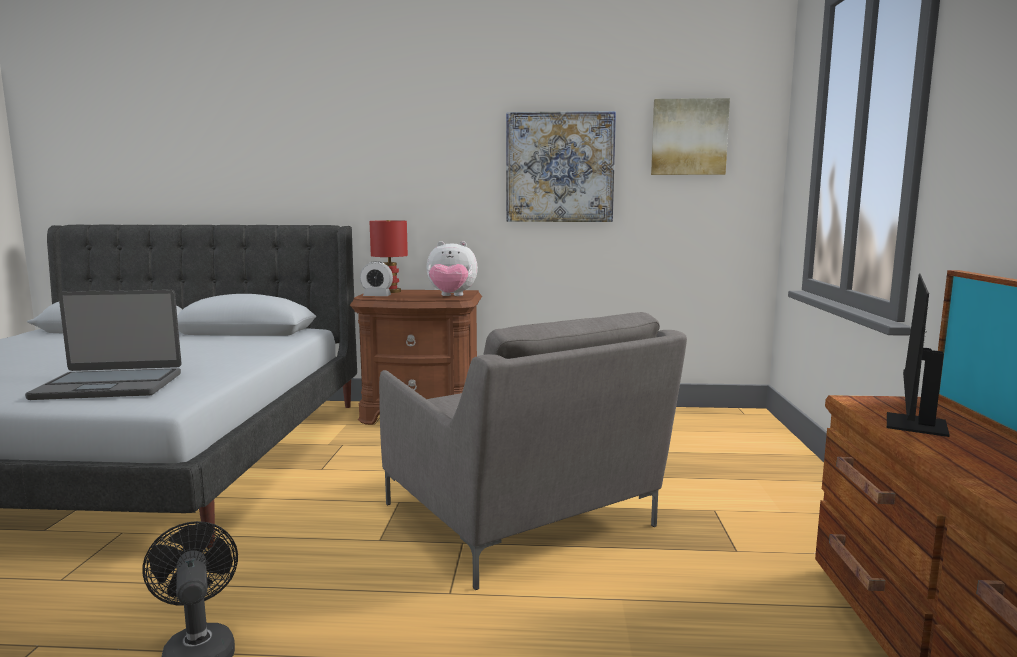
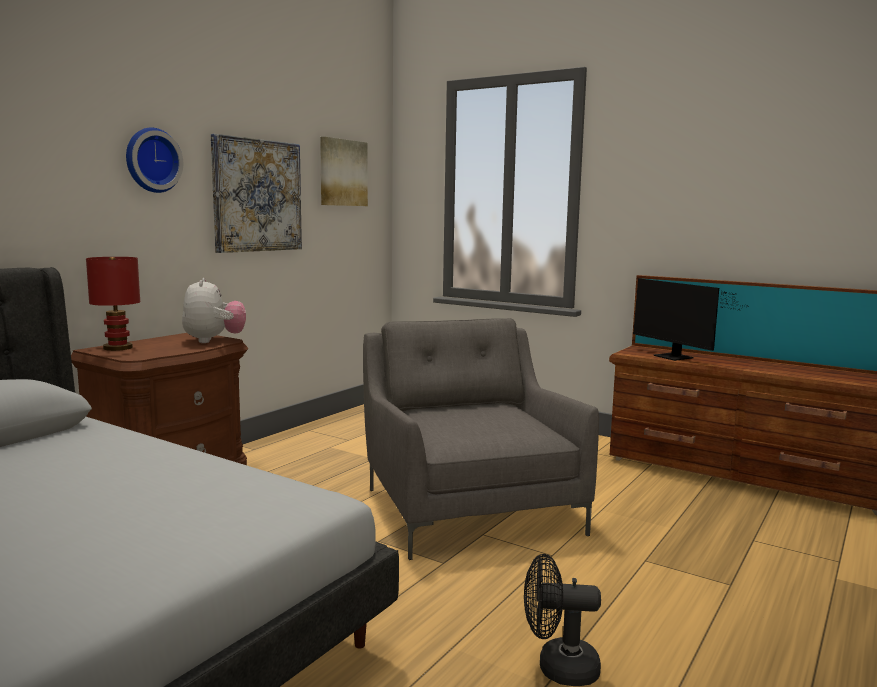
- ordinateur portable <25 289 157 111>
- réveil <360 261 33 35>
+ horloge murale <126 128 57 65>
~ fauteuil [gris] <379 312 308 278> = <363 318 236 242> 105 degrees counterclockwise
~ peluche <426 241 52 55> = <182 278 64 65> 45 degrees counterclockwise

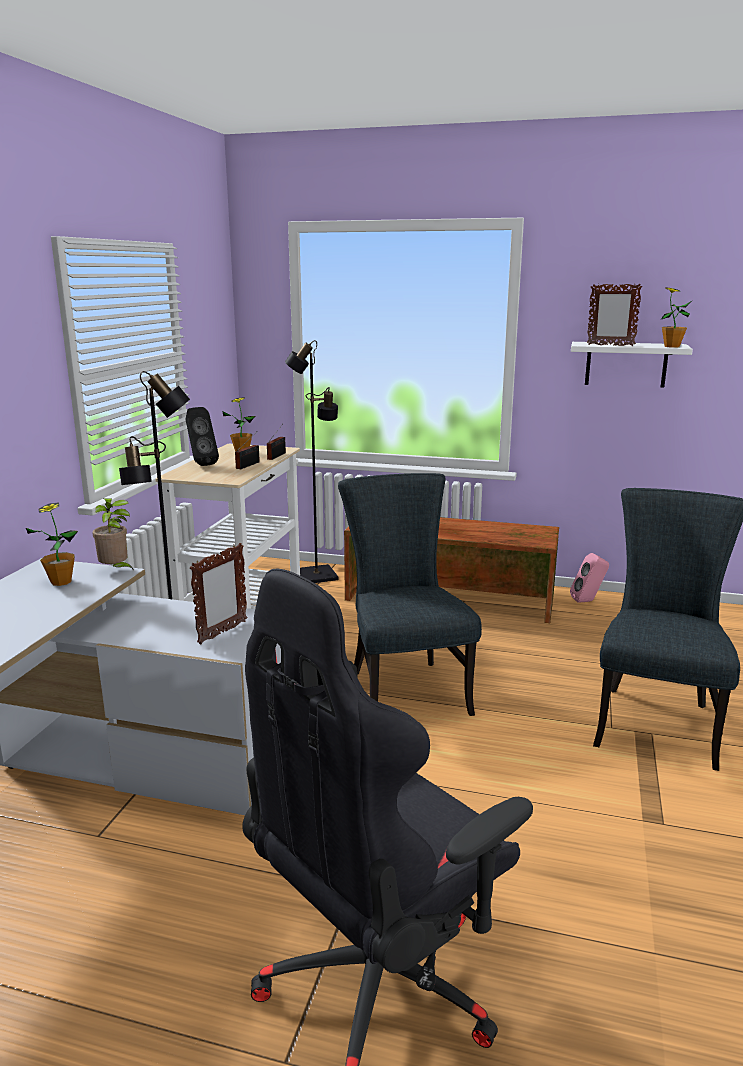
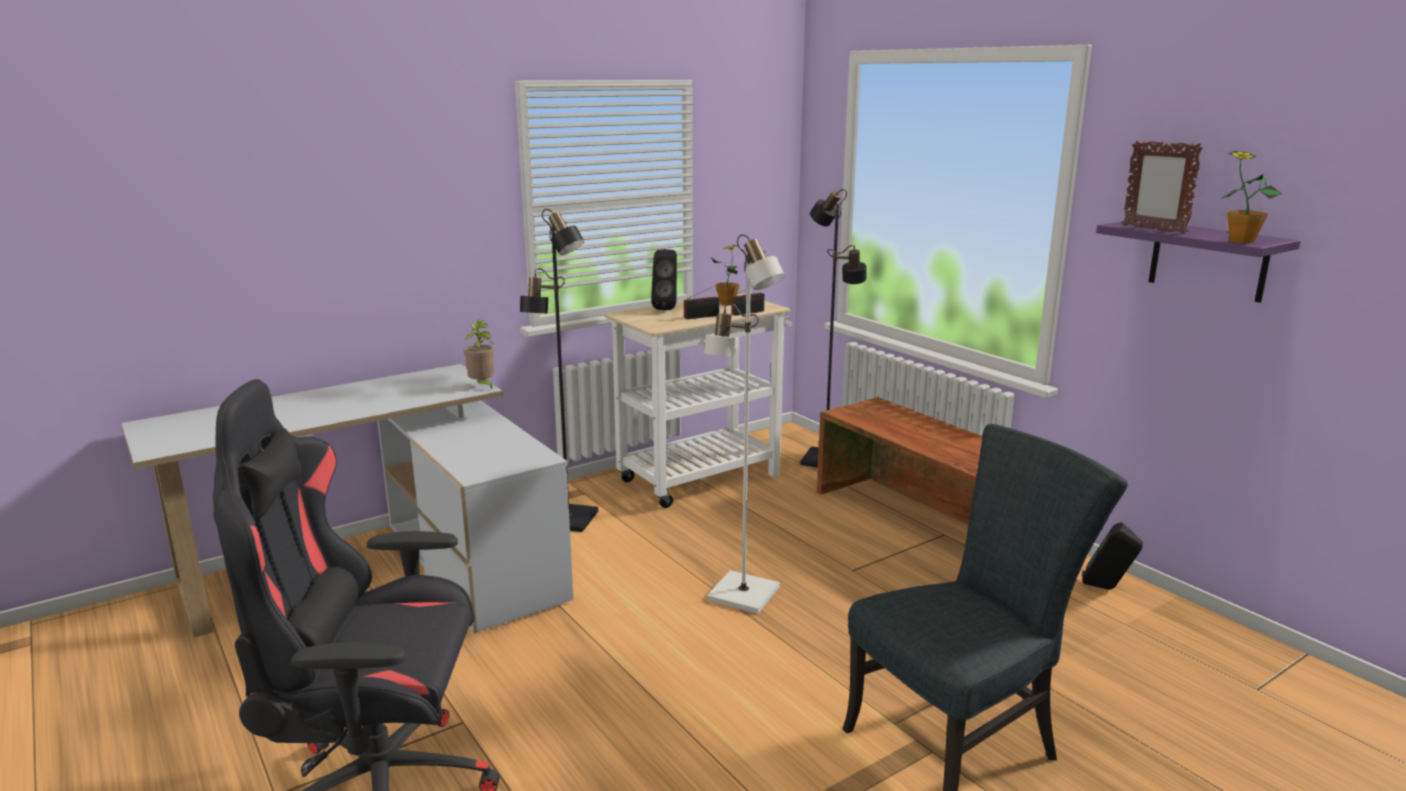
- plante en pot <26 502 52 84>
- cadre photo <190 543 58 102>
~ chaise [gris] <338 473 144 243> to lampadaire [blanc] <704 234 81 380>
~ enceinte [rose] <570 553 39 50> to enceinte [noir] <1082 522 61 68>
~ étagère [blanc] <571 342 122 45> to étagère [violet] <1096 220 205 83>

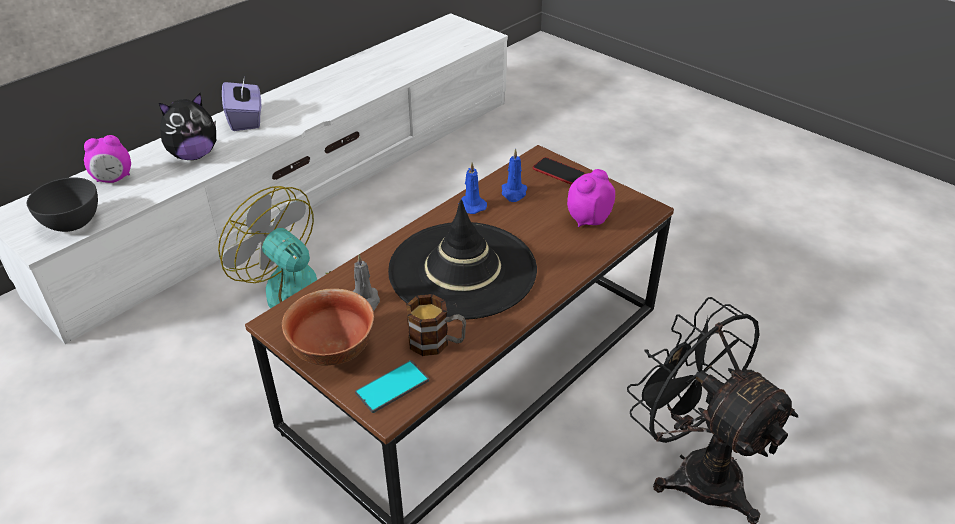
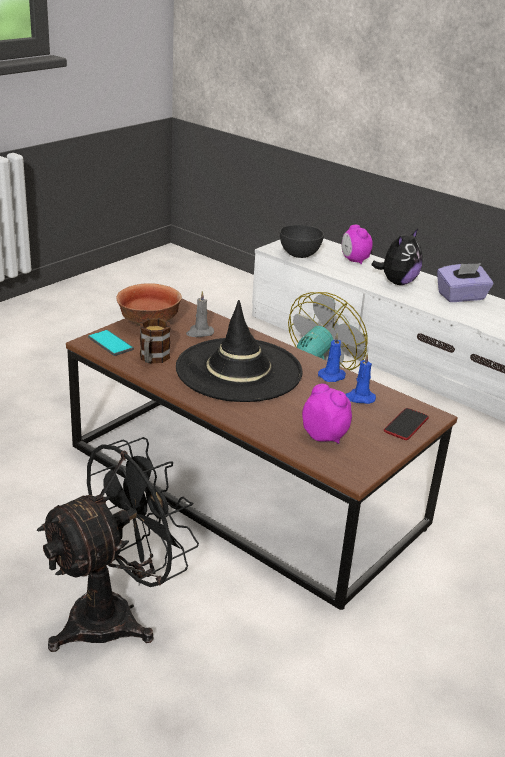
~ peluche <159 93 57 67> = <371 229 52 56> 105 degrees counterclockwise

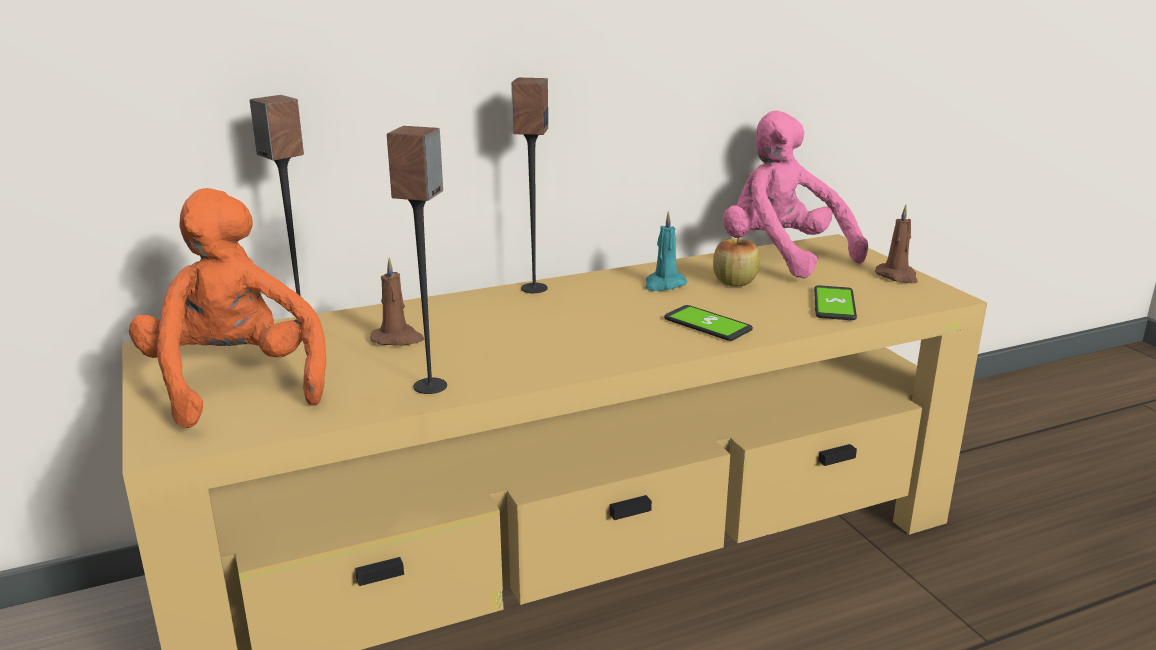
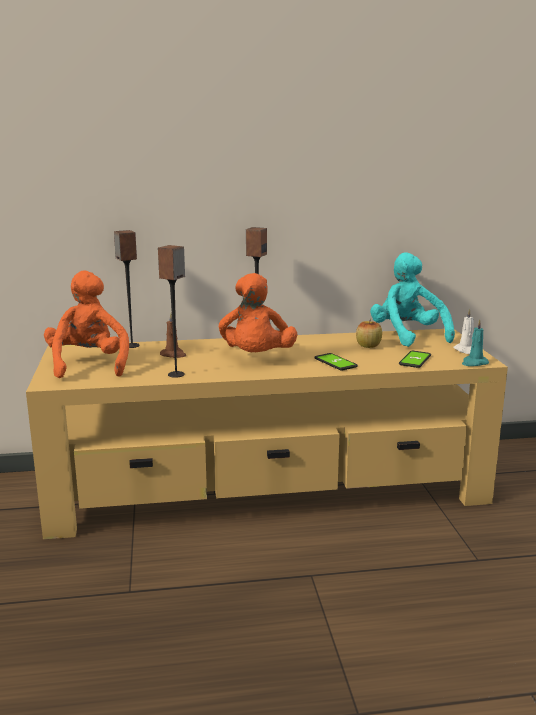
+ peluche [orange] <219 273 79 79>
~ bougie [turquoise] <645 212 42 79> to <462 319 27 47>
~ peluche [rose] <723 110 145 168> to peluche [turquoise] <370 252 85 95>
~ bougie [marron] <875 205 43 78> to bougie [blanc] <454 309 20 45>

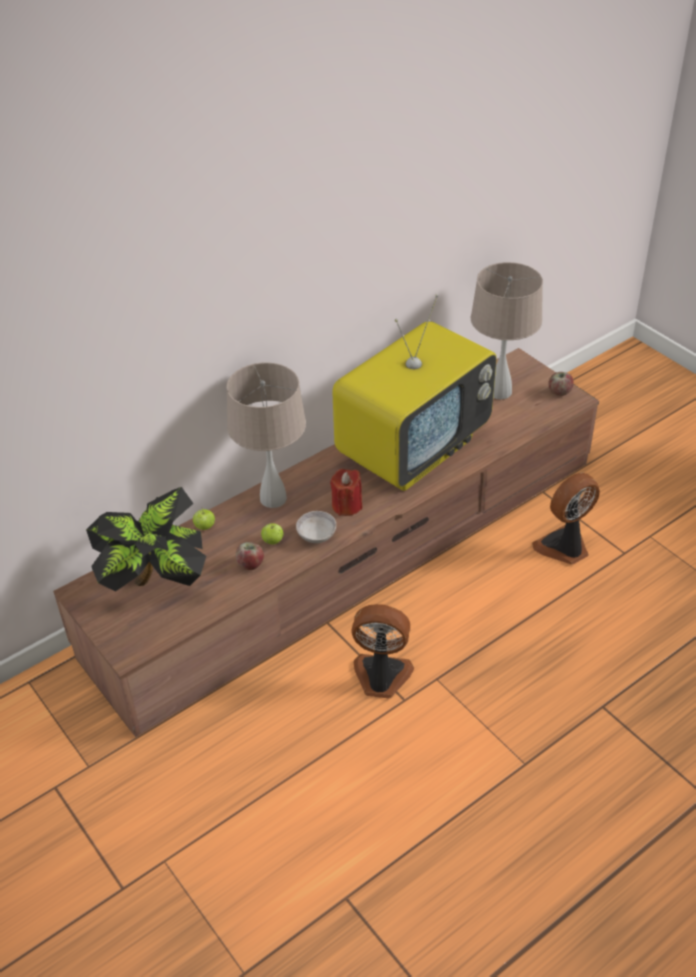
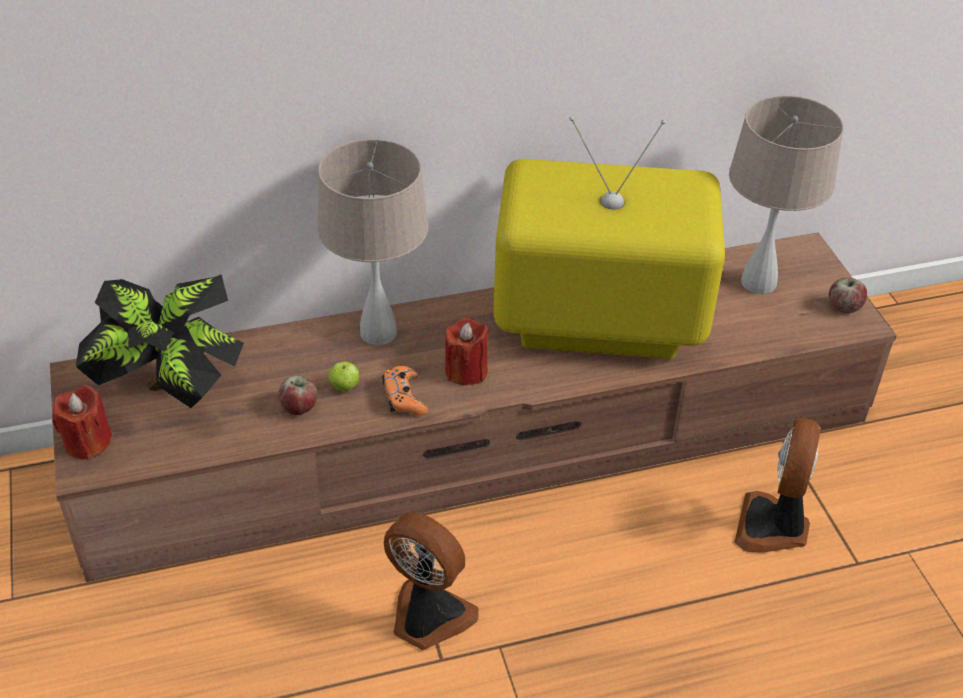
- pomme <193 509 22 21>
+ bougie [rouge] <52 385 60 75>
~ bol [gris] <296 511 40 32> to manette [orange] <382 366 46 49>
~ téléviseur <332 294 165 197> = <493 116 232 243> 150 degrees counterclockwise
~ ventilateur <532 473 68 92> = <735 418 86 135> 60 degrees counterclockwise

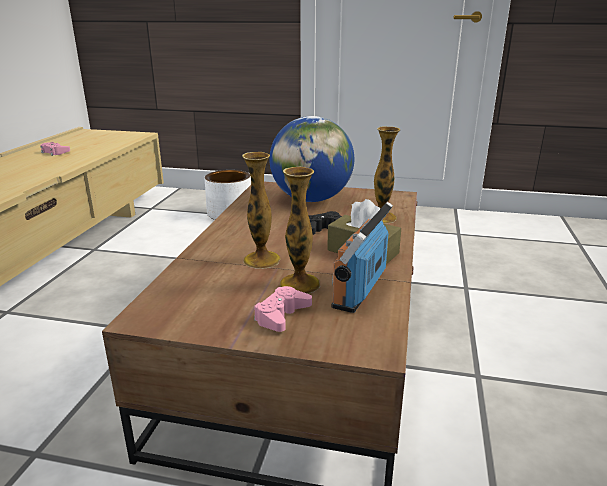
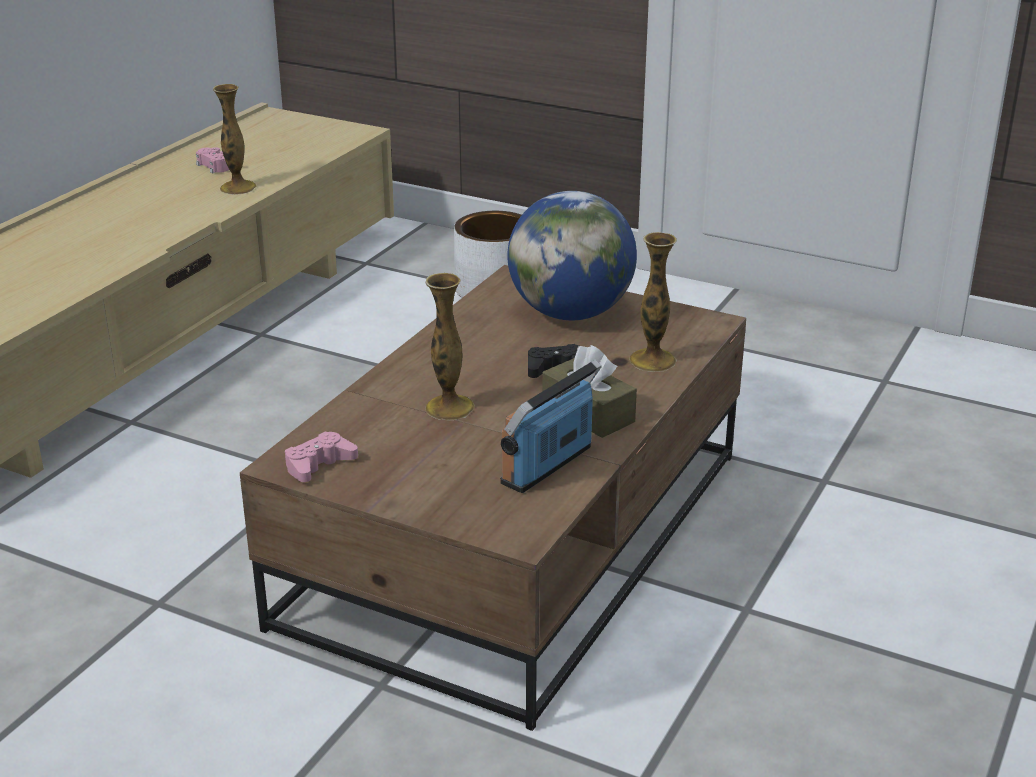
~ manette [rose] <254 286 58 46> to <285 431 73 51>
~ vase <280 167 40 127> to <213 84 43 111>

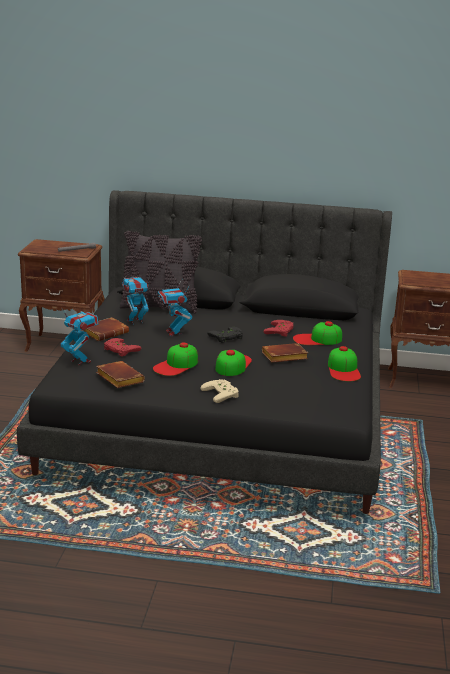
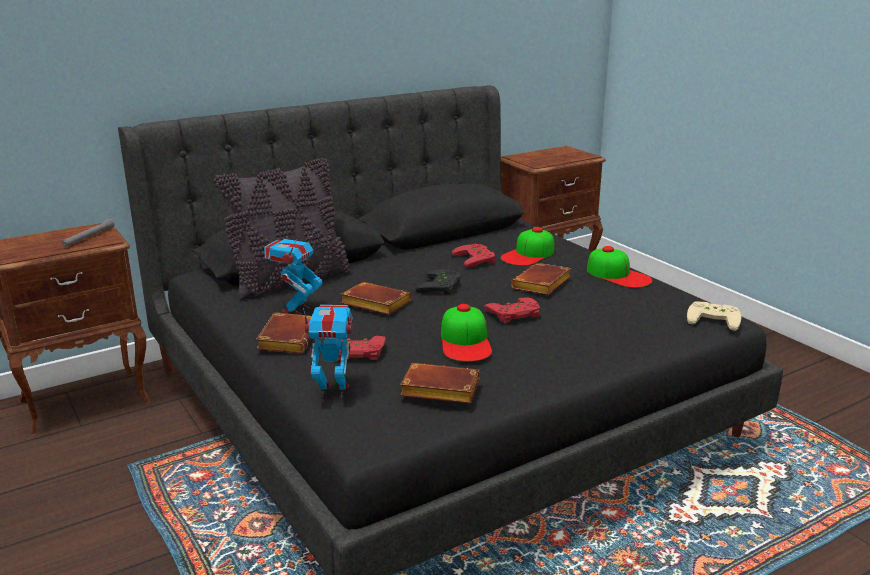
~ manette [beige] <200 379 39 24> to <687 302 54 29>
~ robot jouet <158 278 34 58> to livre [marron] <340 282 72 33>
~ casquette <215 350 37 26> to manette [rouge] <484 297 56 26>

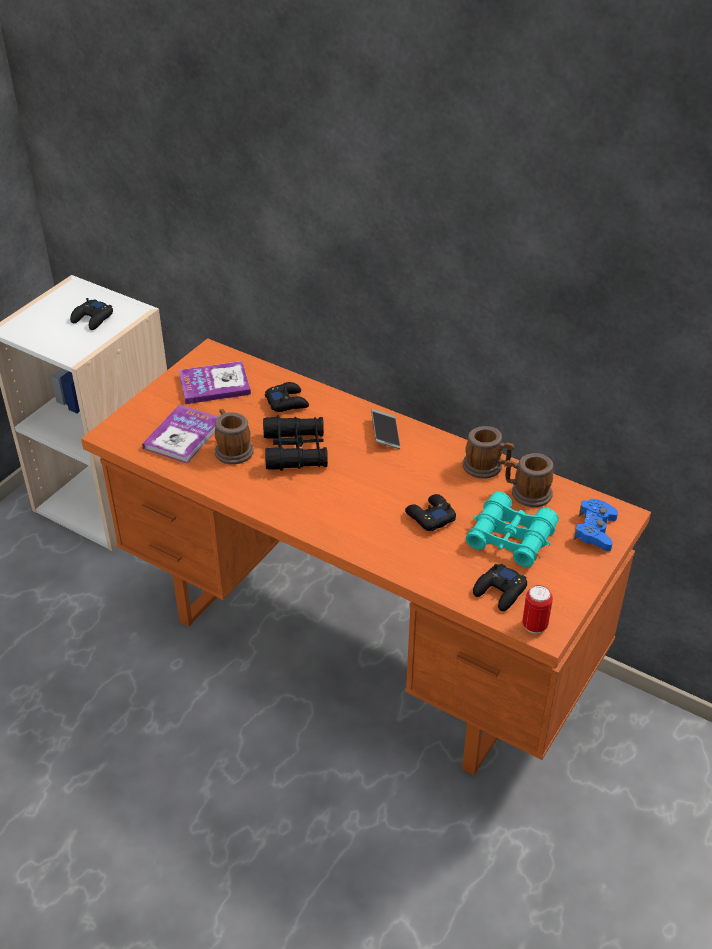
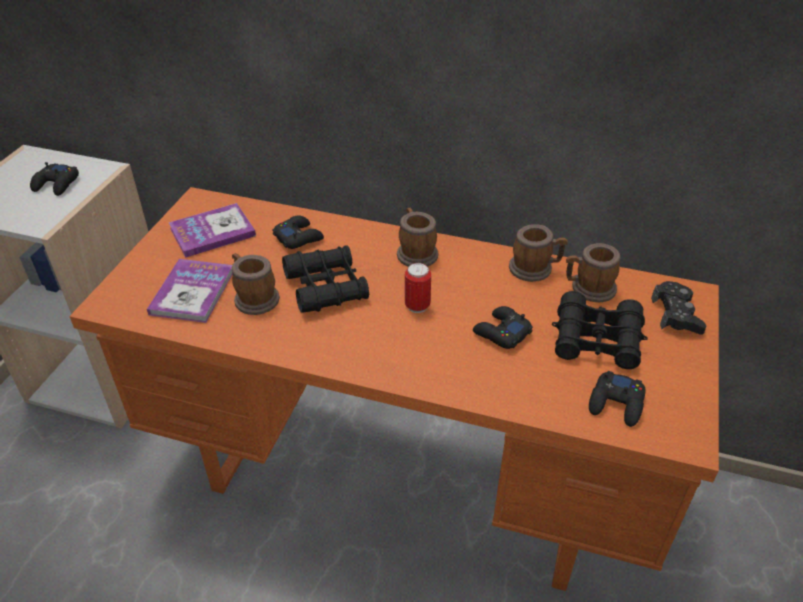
~ boîte métallique <522 585 31 49> to <405 263 26 50>
~ téléphone <371 409 29 40> to mug <397 208 41 59>
~ jumelles [turquoise] <466 492 93 75> to jumelles [noir] <552 291 96 78>
~ manette [bleu] <574 499 44 52> to manette [noir] <651 281 55 54>

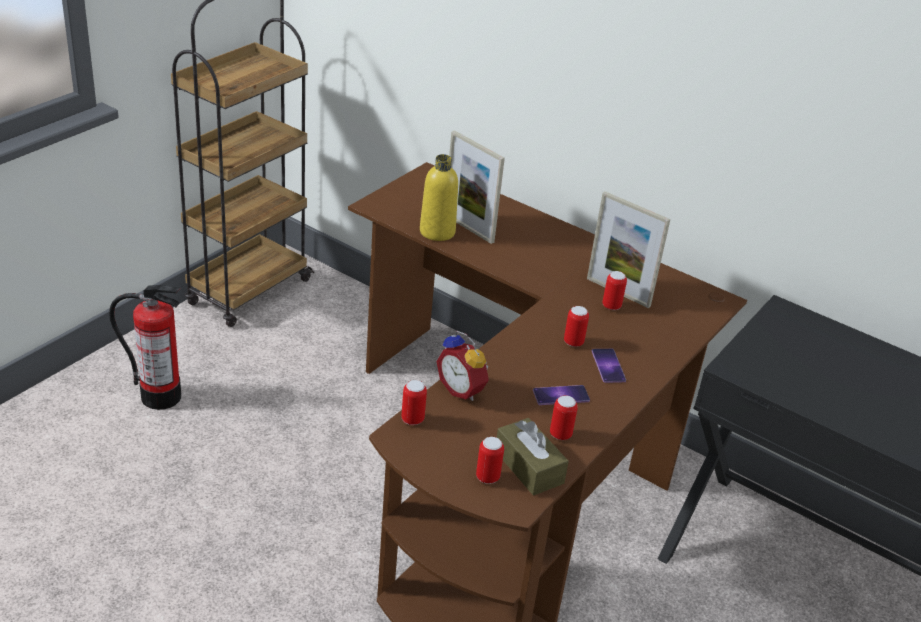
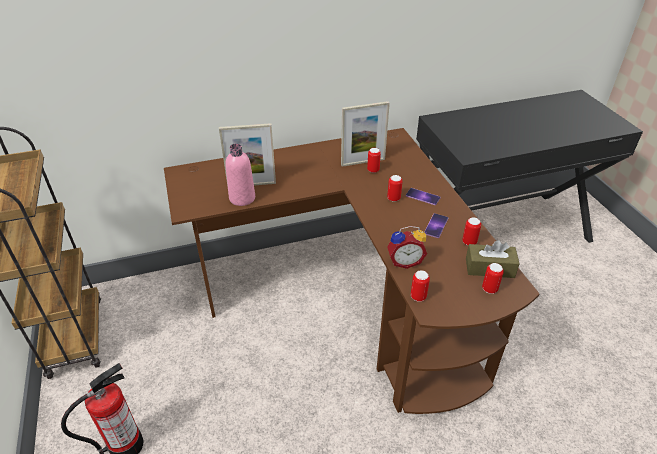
~ bouteille [jaune] <420 154 38 87> to bouteille [rose] <225 144 30 62>

